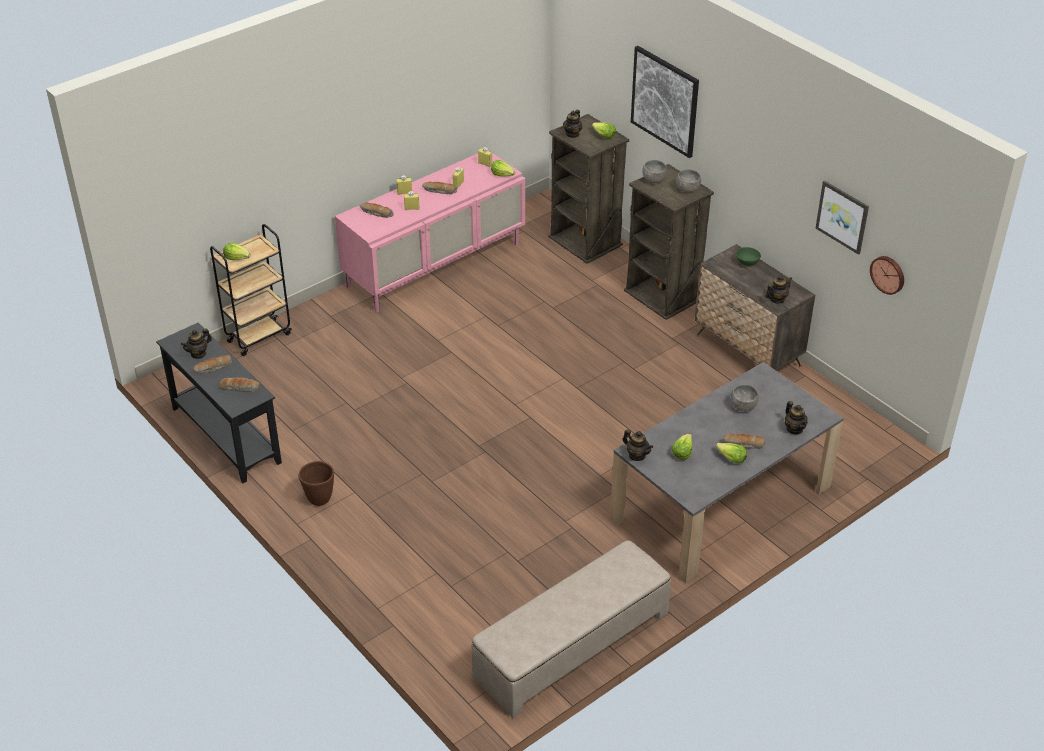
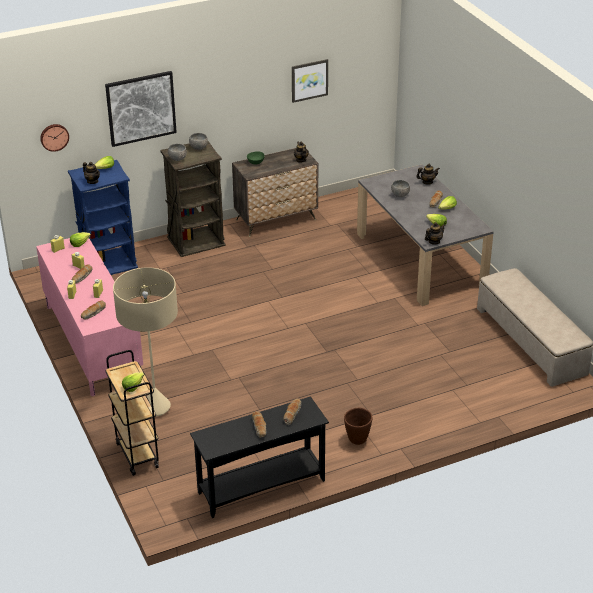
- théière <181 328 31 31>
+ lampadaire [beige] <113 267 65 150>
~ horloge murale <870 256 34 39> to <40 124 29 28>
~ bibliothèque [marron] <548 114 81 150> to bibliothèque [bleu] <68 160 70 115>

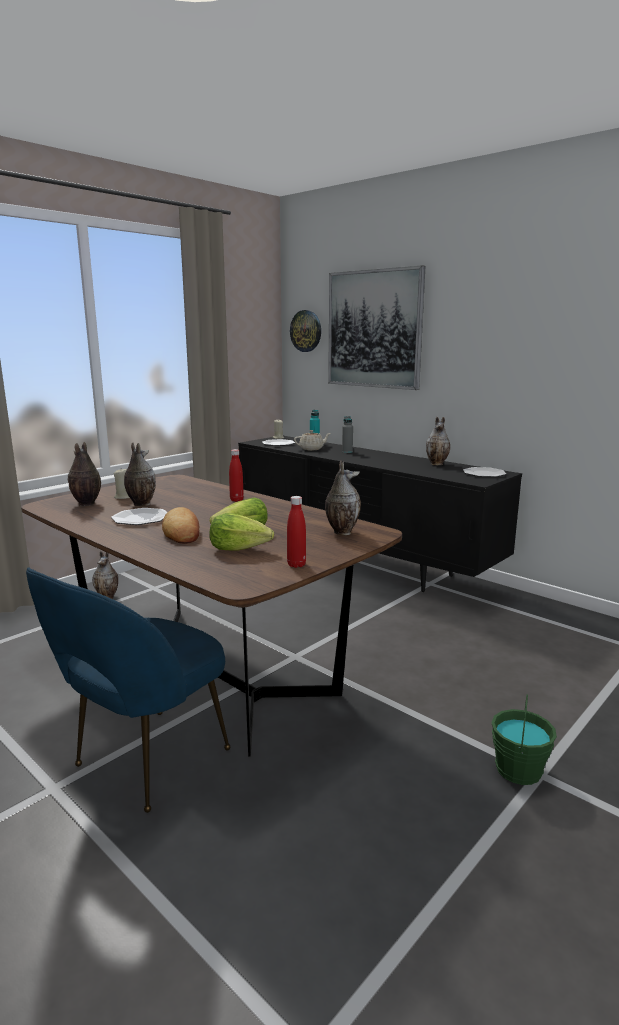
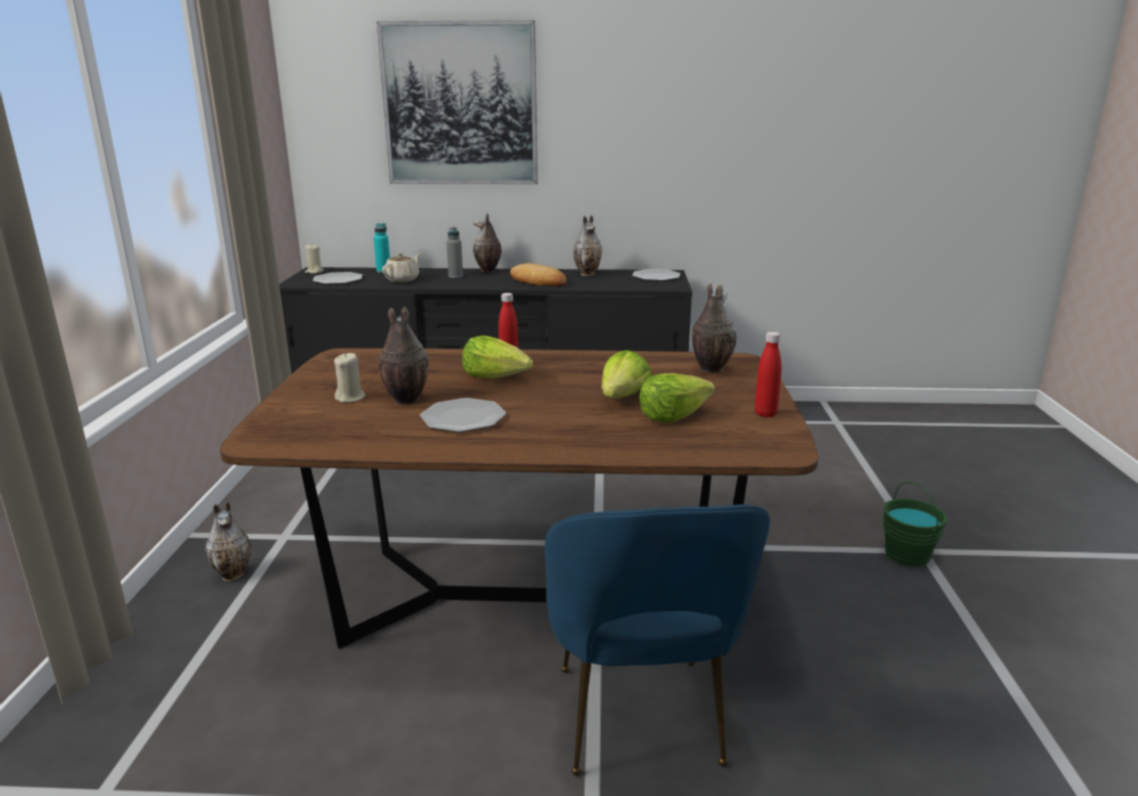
- horloge murale <290 310 31 42>
+ laitue <462 335 71 44>
~ vase <68 442 33 64> to <473 213 29 60>
~ pain <162 507 37 37> to <510 263 56 24>

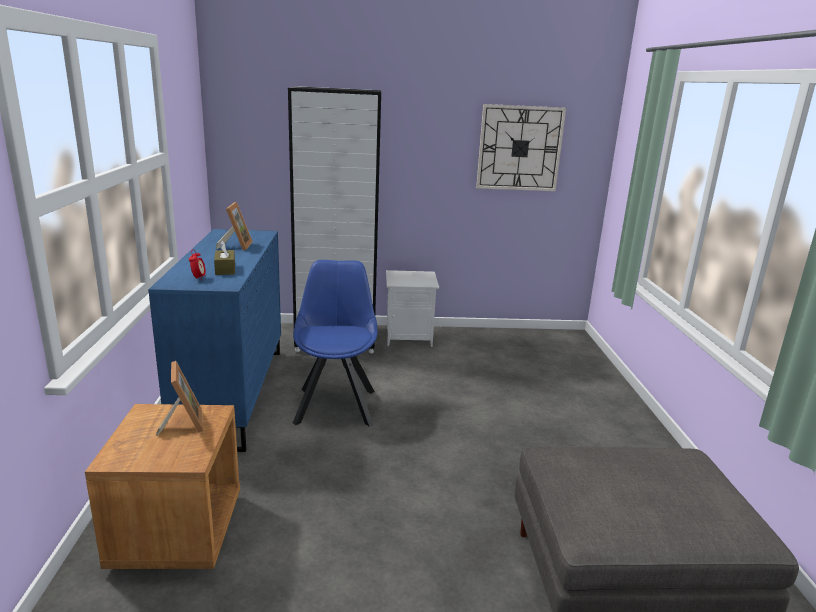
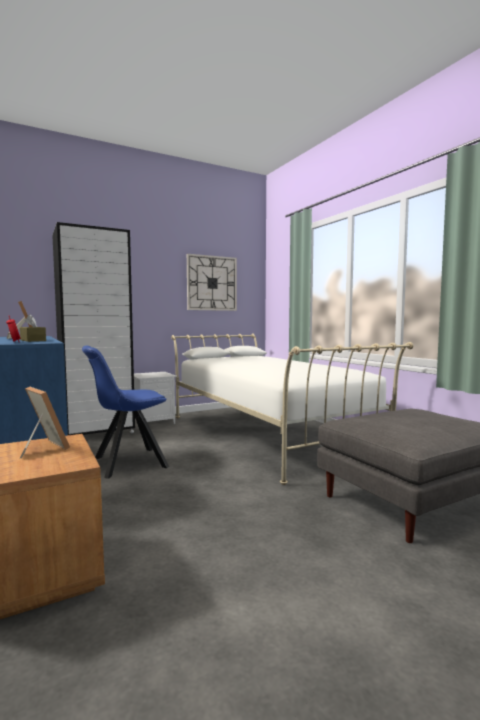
+ lit [blanc] <171 333 242 152>
~ chaise [bleu] <293 260 85 167> = <82 345 87 134> 90 degrees counterclockwise

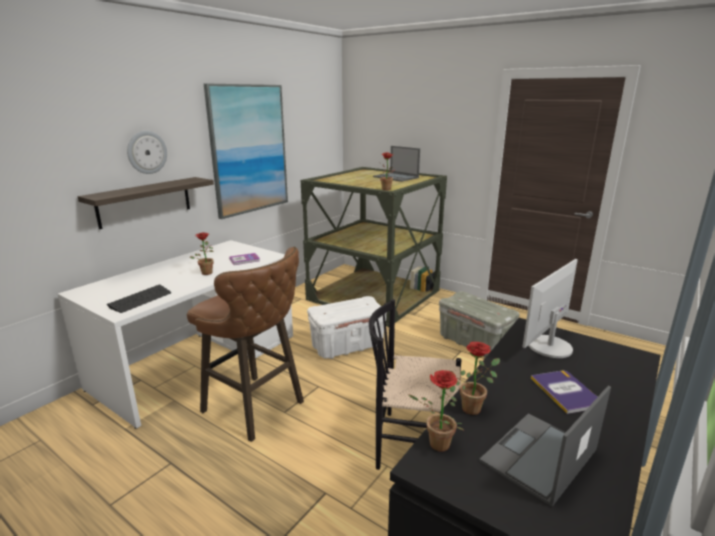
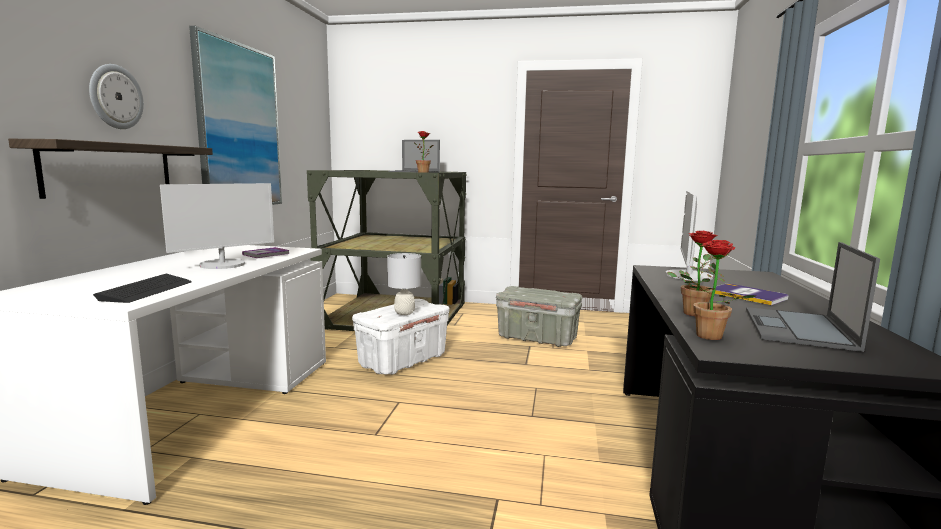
- tabouret [marron] <187 247 117 195>
- chaise [noir] <369 299 92 171>
+ lampe de table [gris] <387 253 34 62>
~ plante en pot <190 232 24 43> to écran d'ordinateur <160 183 114 86>

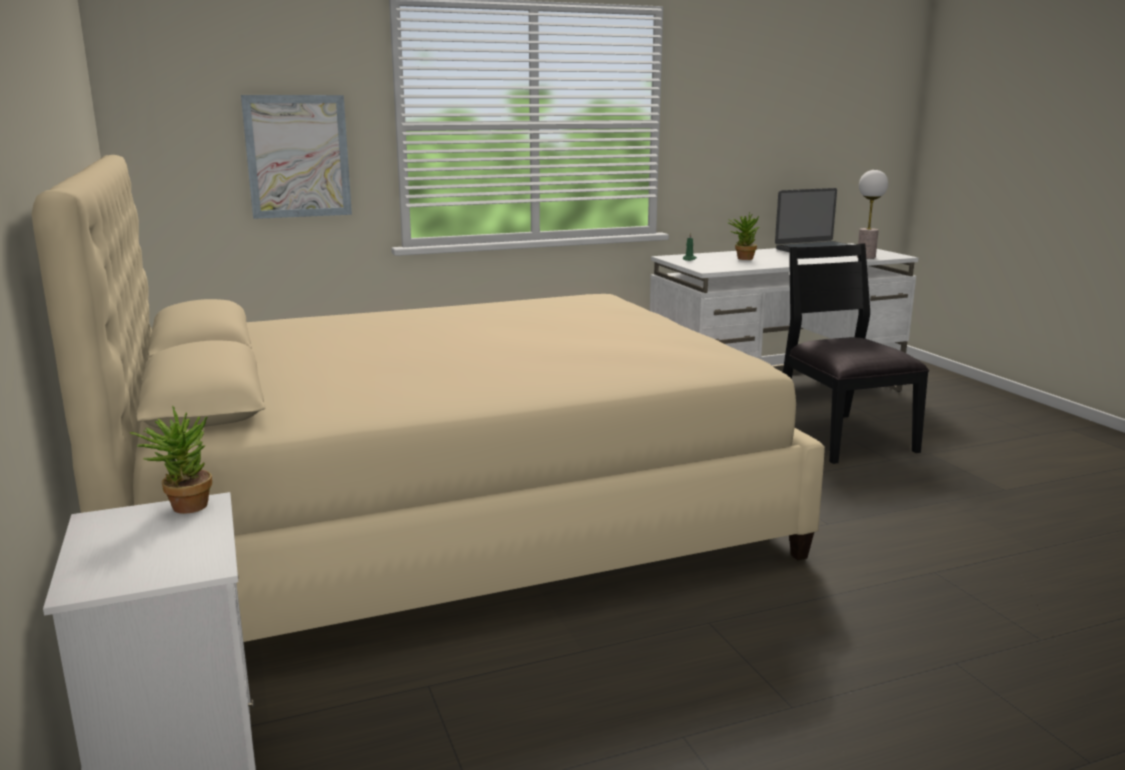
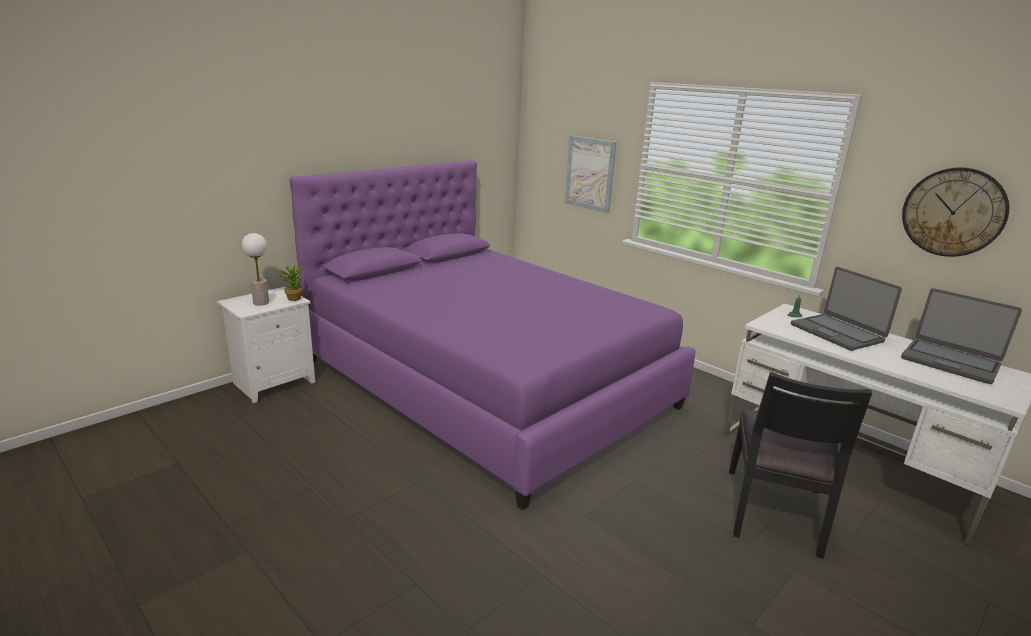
+ horloge murale <902 167 107 90>
~ lampe de table <857 170 31 89> to <242 233 27 72>
~ plante en pot <727 212 33 48> to ordinateur portable <791 267 111 84>
~ lit [beige] <31 155 794 487> to lit [violet] <290 160 406 350>
~ chaise [noir] <783 243 146 221> = <729 372 143 187> 150 degrees clockwise

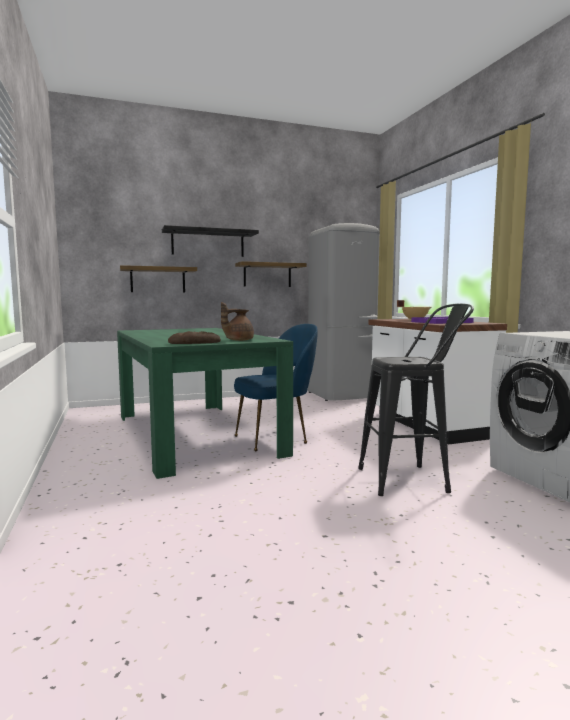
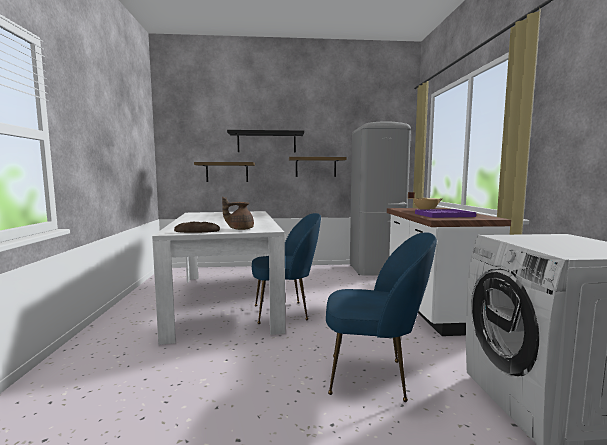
~ tabouret [noir] <358 303 116 193> to chaise [bleu] <326 232 111 170>
~ table à manger [vert] <117 328 176 151> to table à manger [blanc] <152 211 133 134>

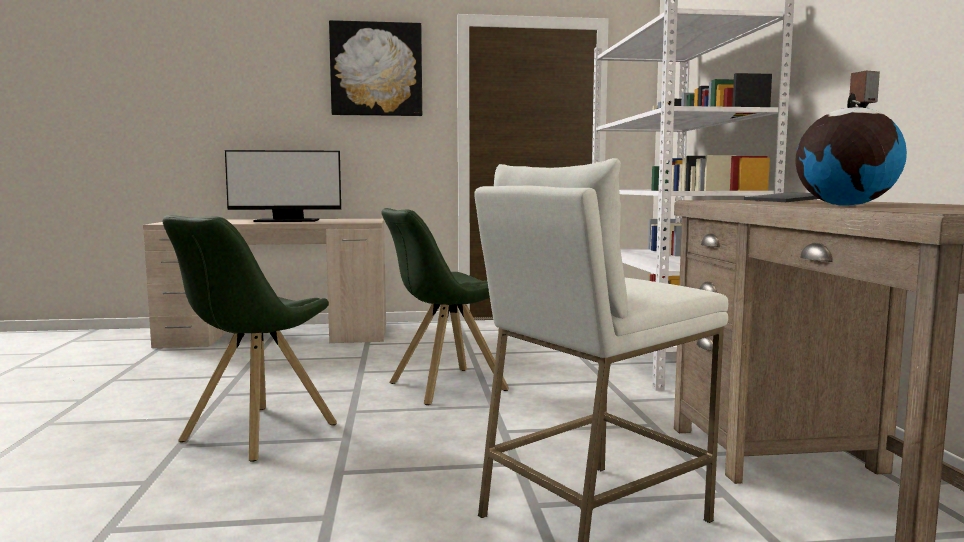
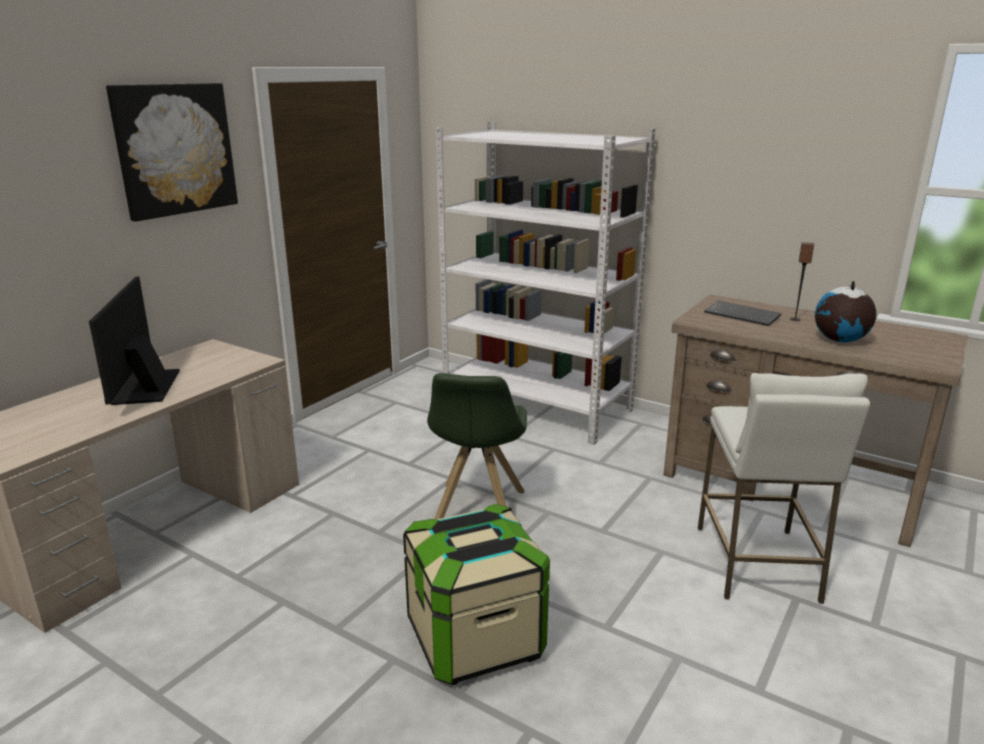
~ chaise [vert] <163 215 174 247> to boîte de rangement <403 504 147 181>
~ écran d'ordinateur <225 150 116 72> = <89 276 91 129> 135 degrees clockwise

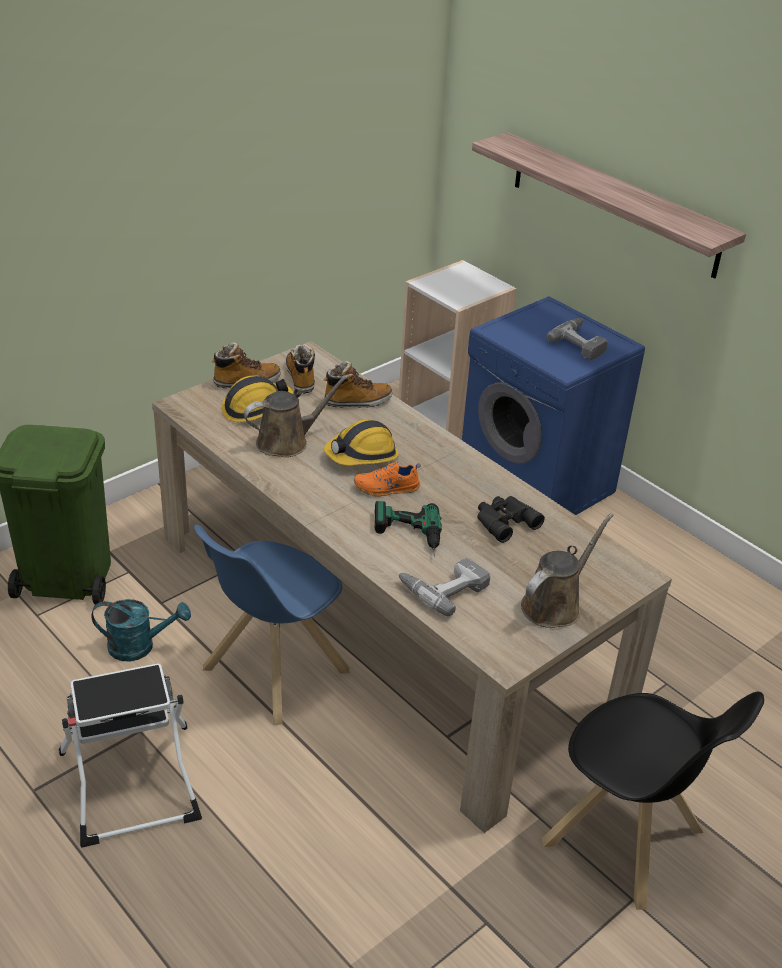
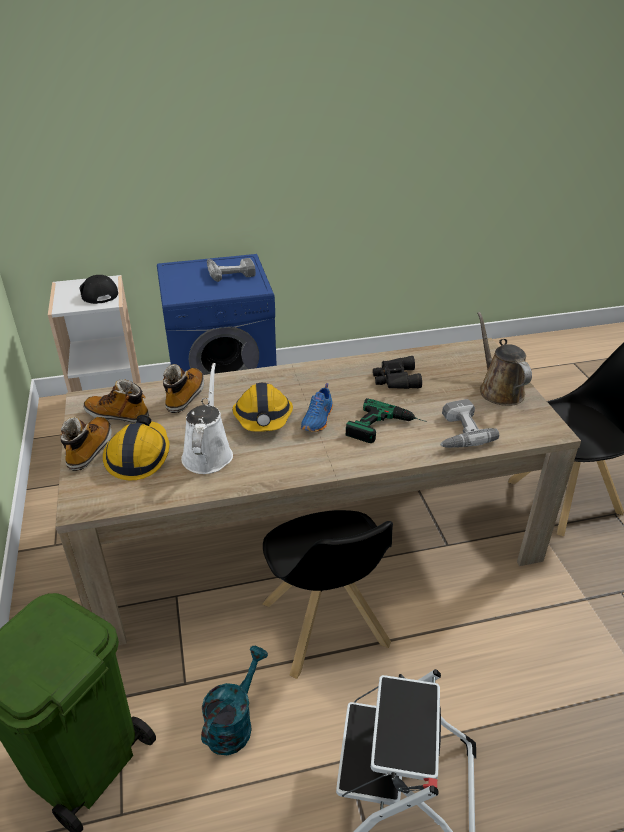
- étagère <472 132 274 147>
+ casquette [noir] <80 275 38 29>
~ chaise [bleu] <194 525 155 200> to chaise [noir] <262 510 131 169>
~ arrosoir [marron] <244 374 106 83> to arrosoir [blanc] <181 363 52 111>
~ chaussure [orange] <354 461 67 36> to chaussure [bleu] <301 383 32 49>

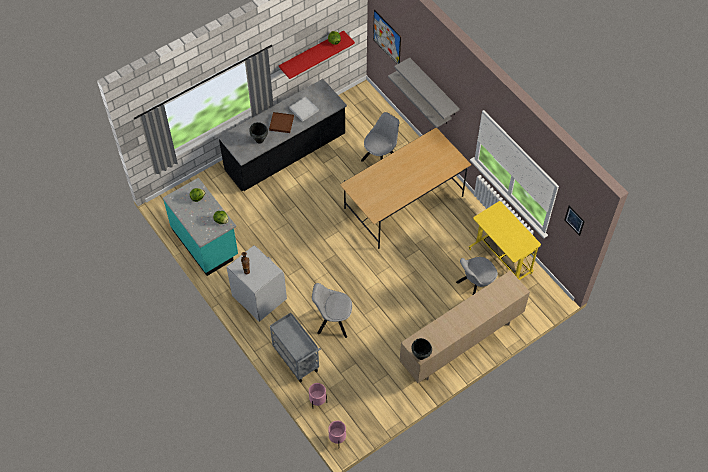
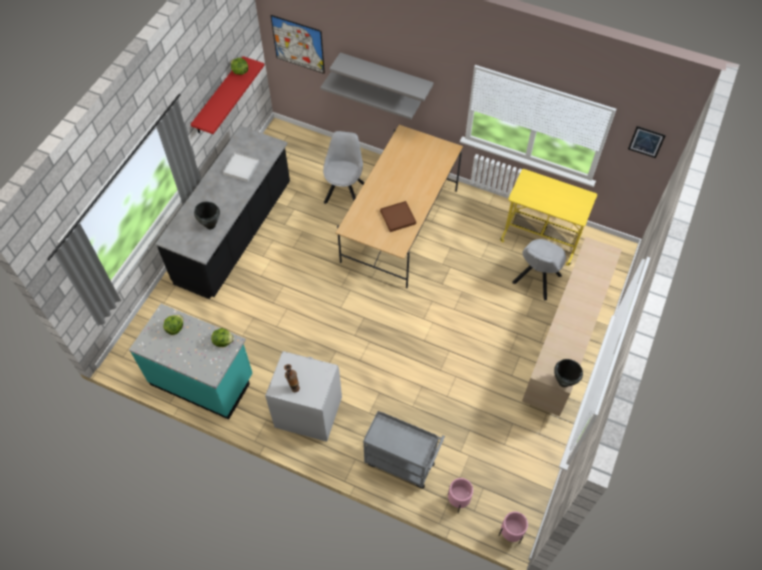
- chaise [gris] <312 283 40 55>
~ plateau [marron] <269 112 25 21> to <380 201 36 31>

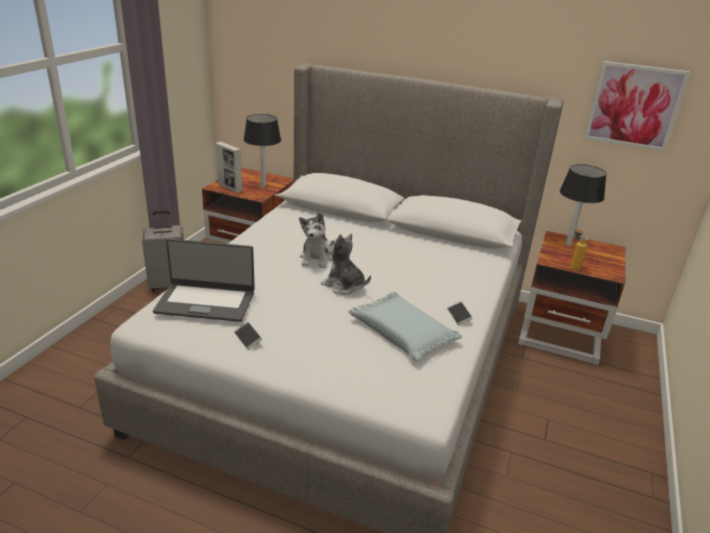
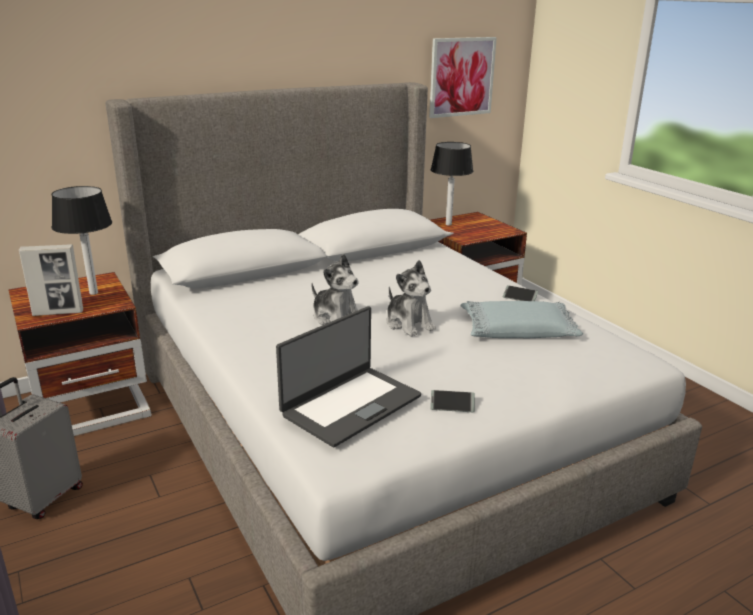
- bouteille <570 226 18 45>
~ peluche <321 233 50 62> = <386 260 50 77> 105 degrees counterclockwise

